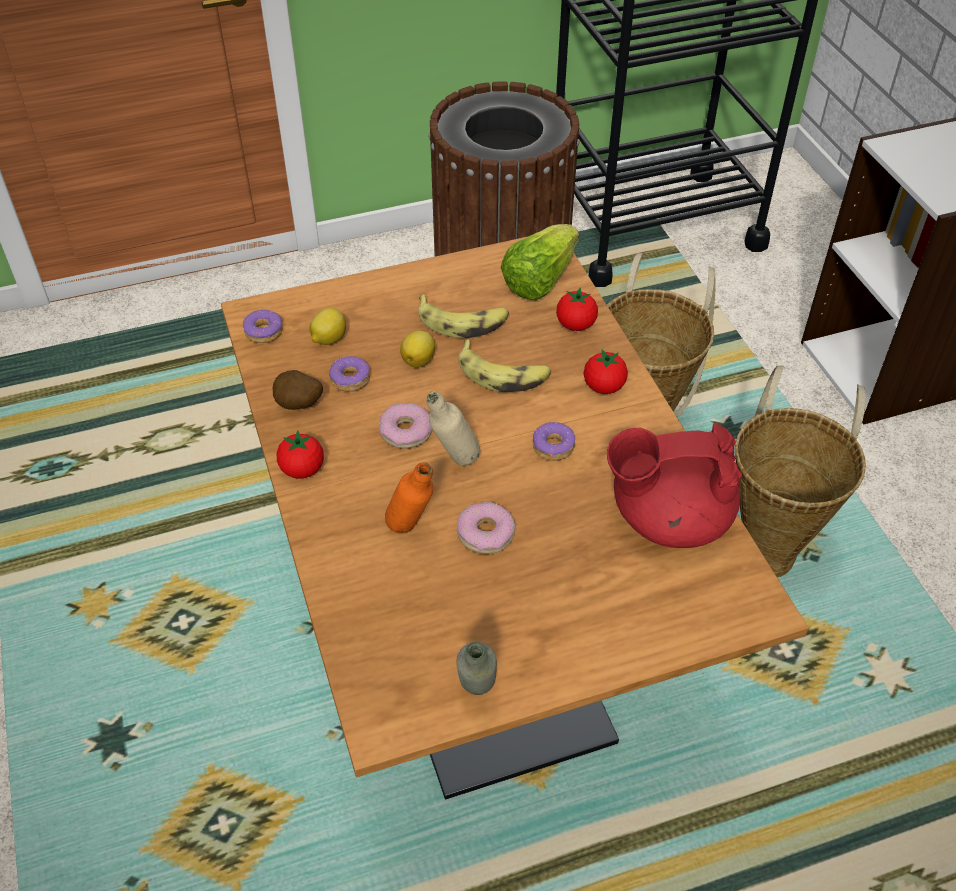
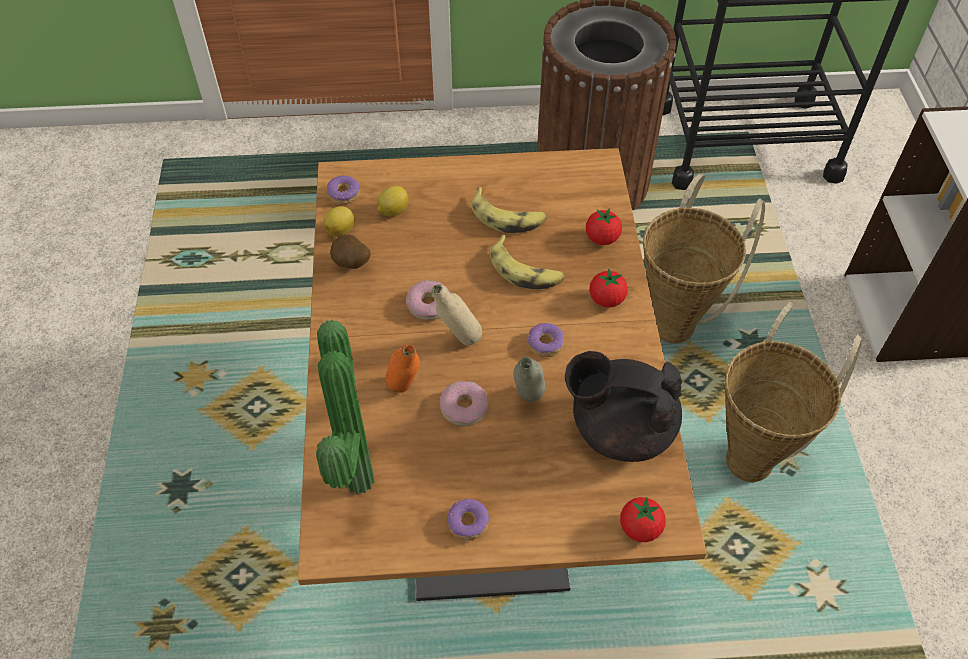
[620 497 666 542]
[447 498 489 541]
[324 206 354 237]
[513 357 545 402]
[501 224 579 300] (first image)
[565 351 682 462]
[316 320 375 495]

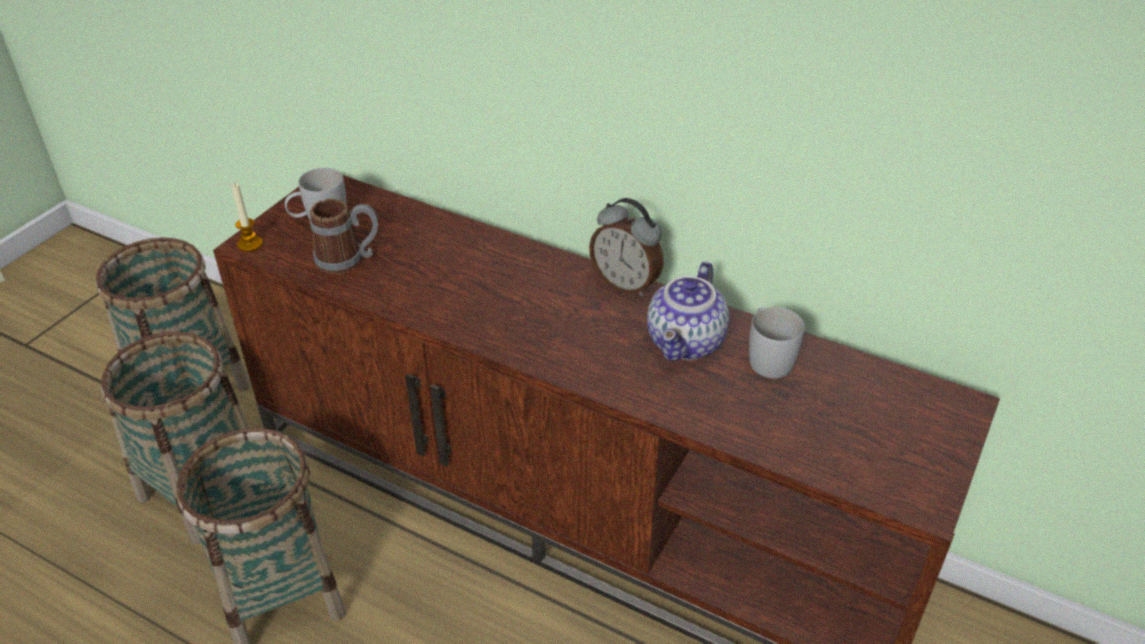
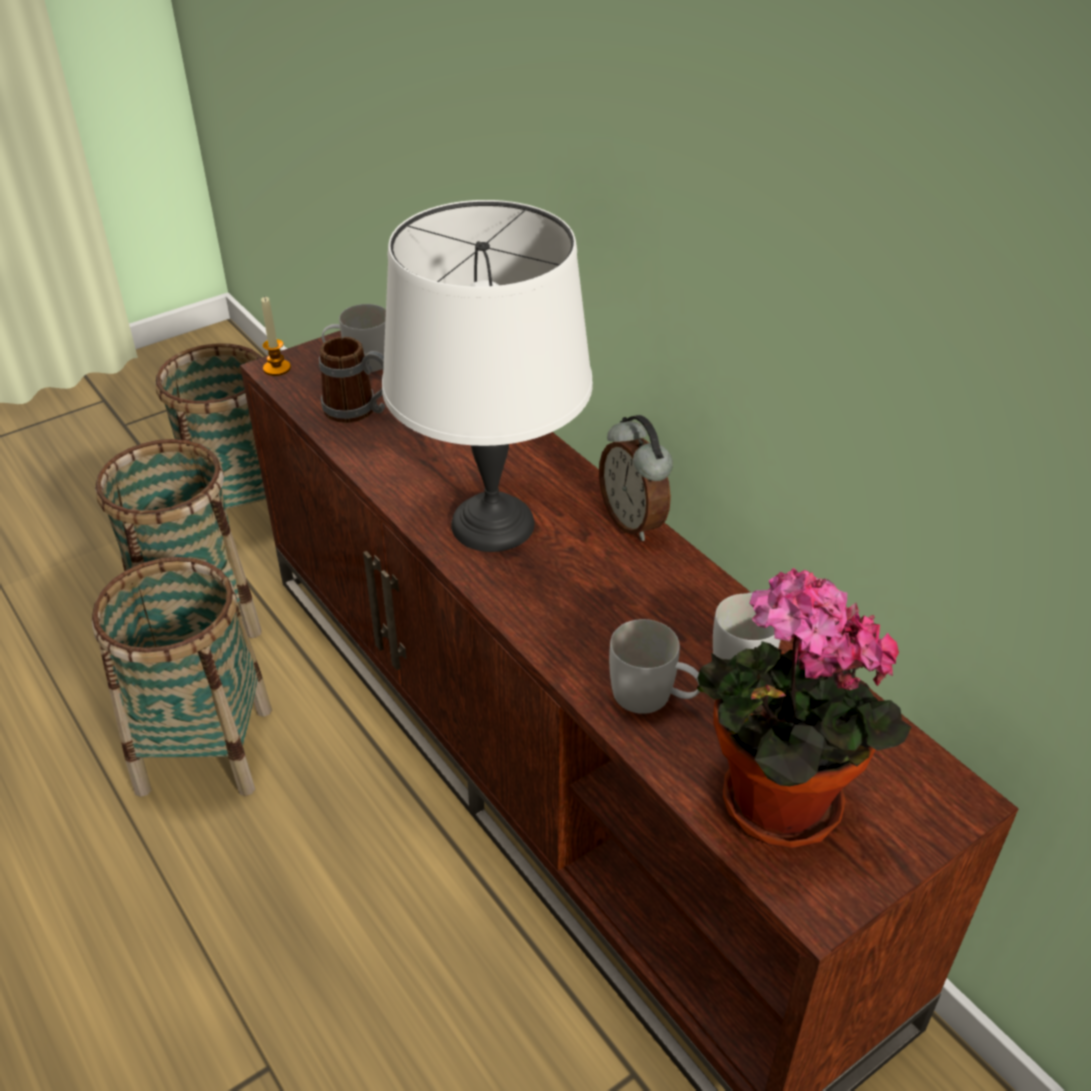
[647 261 729 361] (first image)
[382 200 593 552]
[609 619 700 714]
[697 568 912 849]

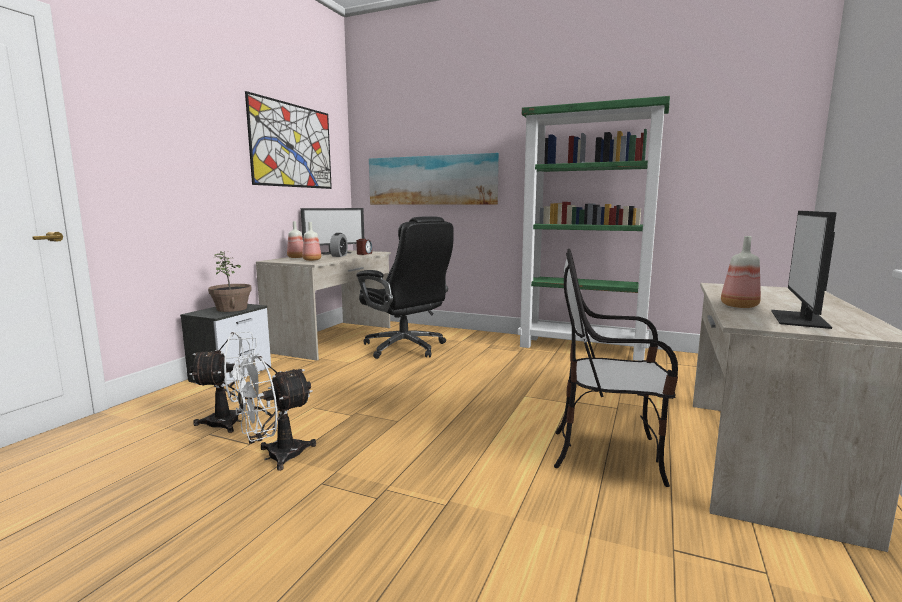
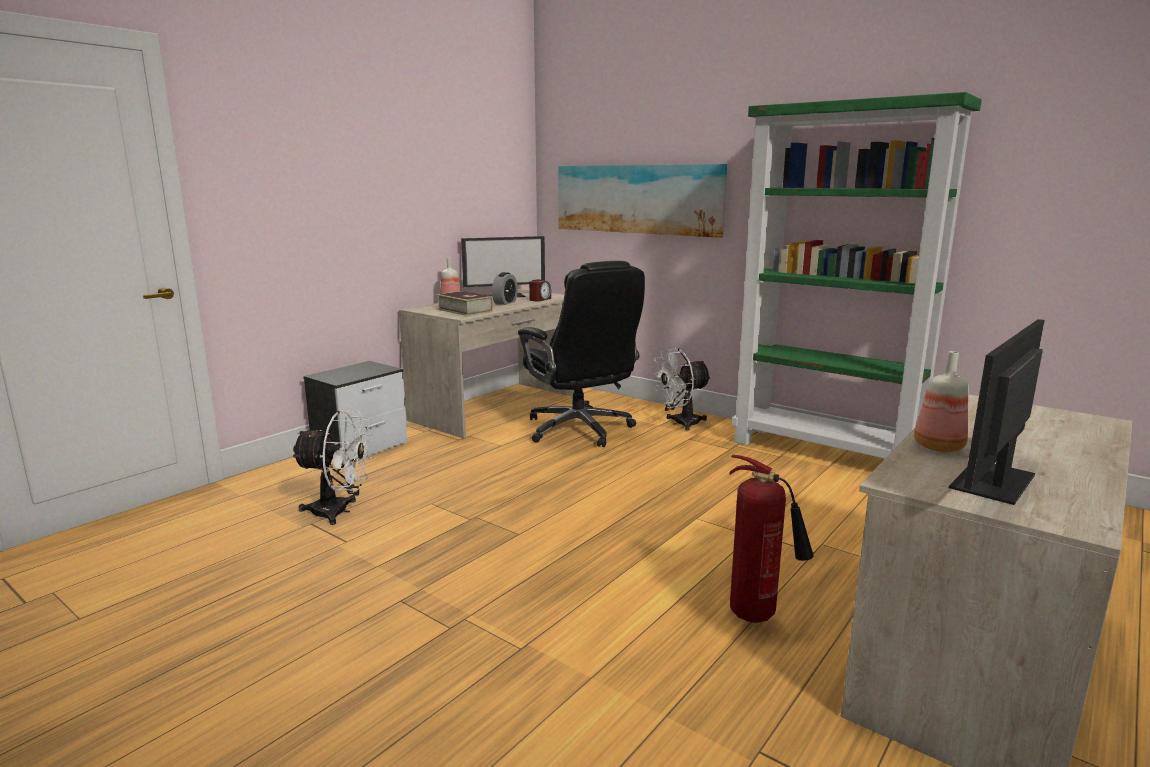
[208 251 252 312] (first image)
[652 348 712 430]
[245 91 332 189] (first image)
[436 291 493 316]
[729 455 814 623]

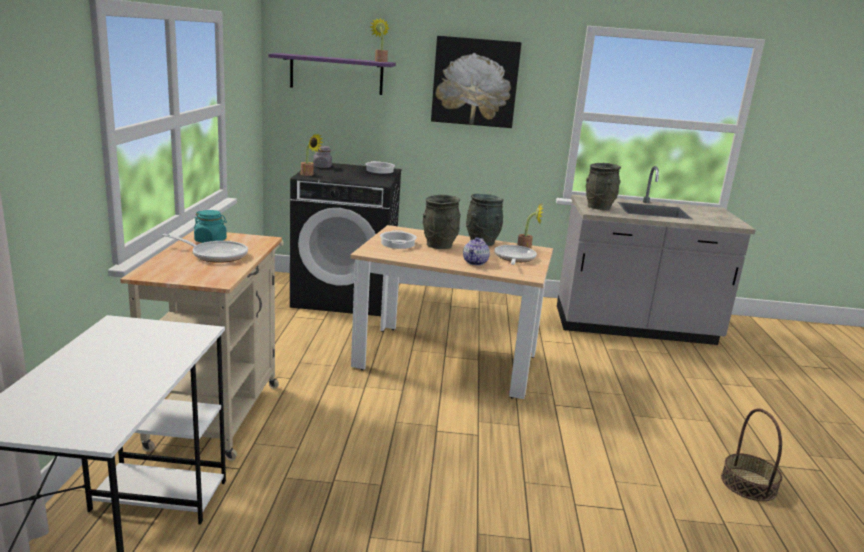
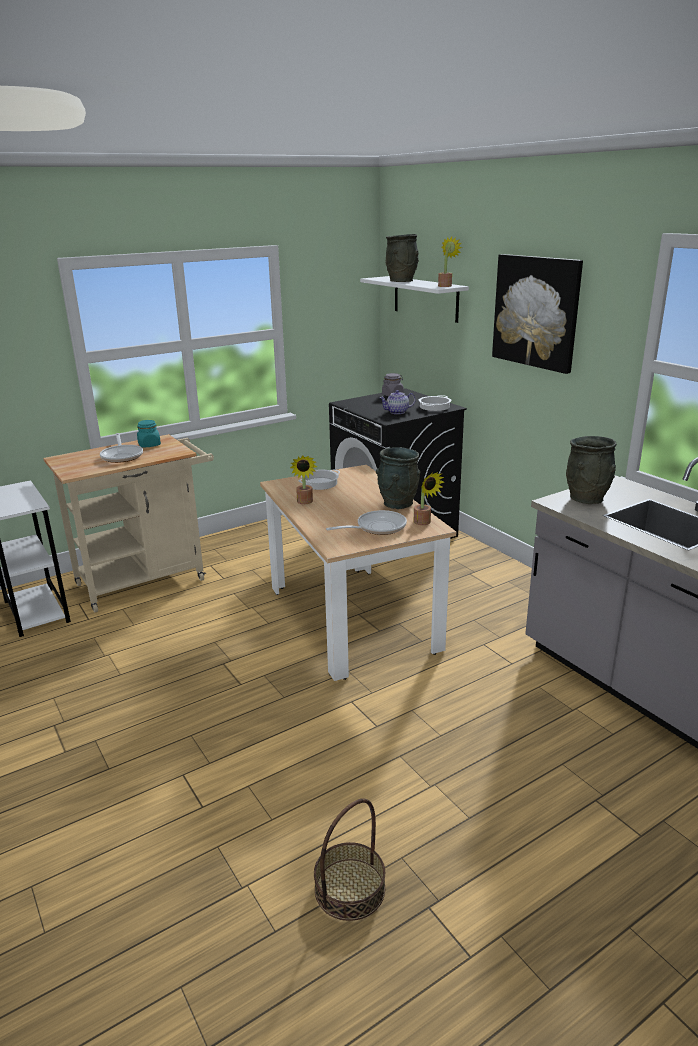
[360 276 469 323]
[290 455 317 504]
[385 234 419 282]
[380 390 416 414]

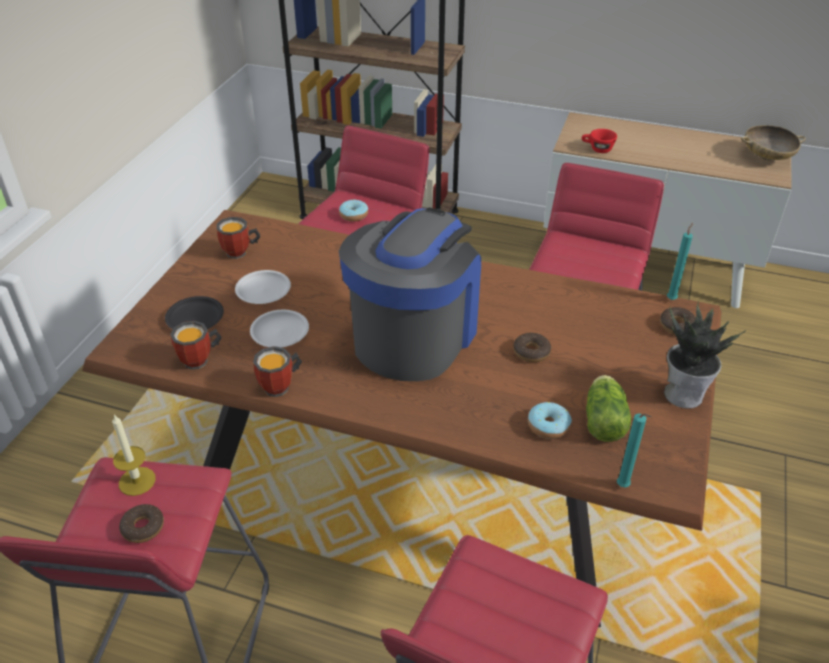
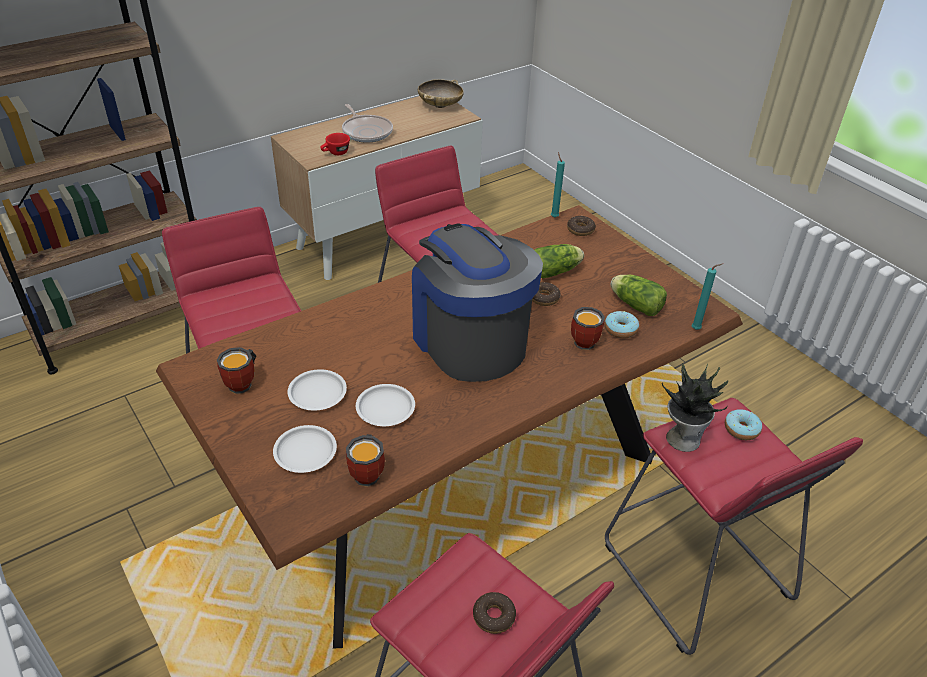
[112 414 156 496] (first image)
[273 425 337 473]
[571 307 605 350]
[725 409 762 440]
[662 363 728 452]
[342 104 393 143]
[535 244 584 278]

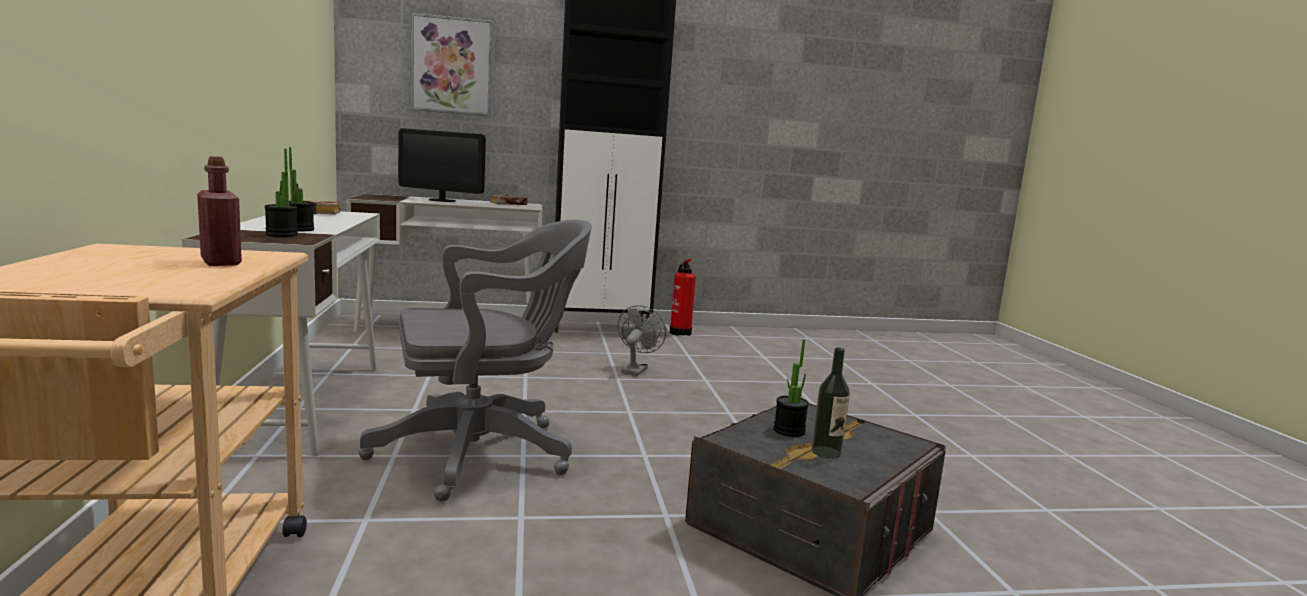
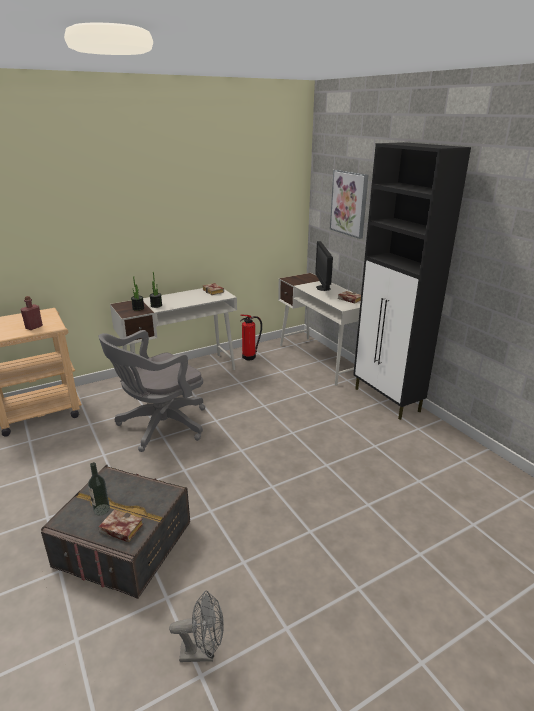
[99 330 205 452]
[169 590 224 662]
[240 315 262 360]
[773 339 809 437] (first image)
[99 510 143 542]

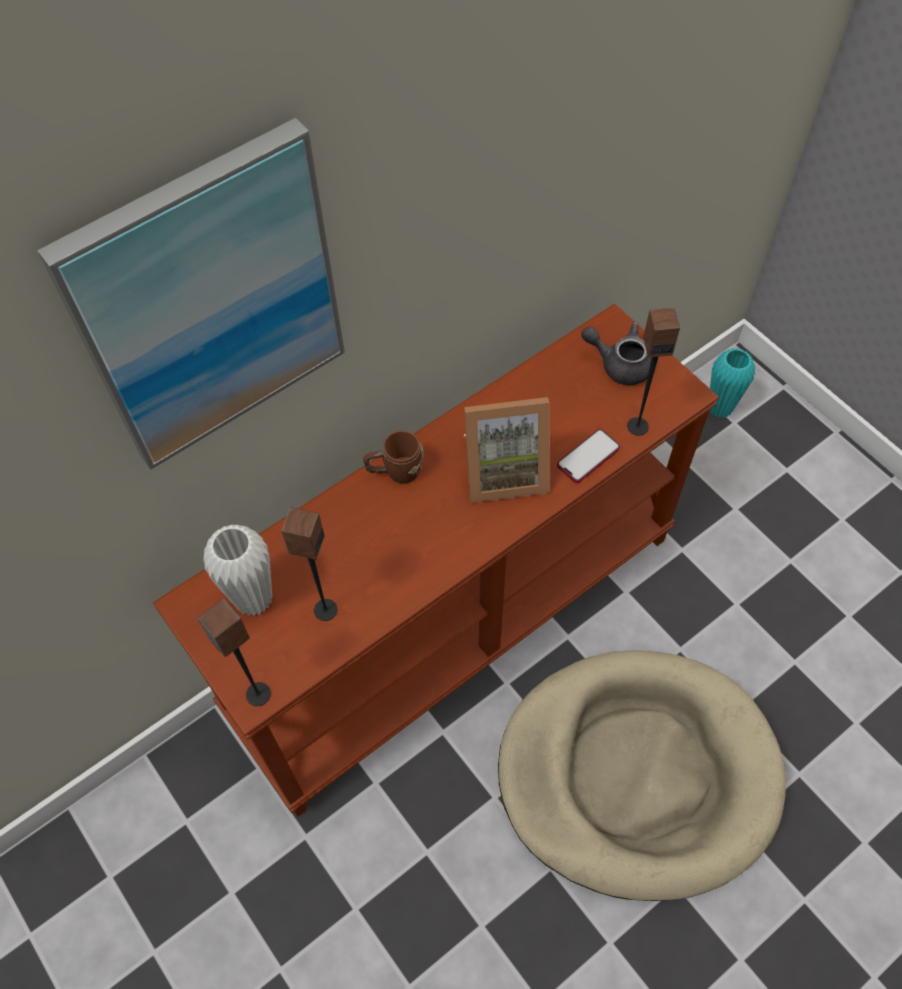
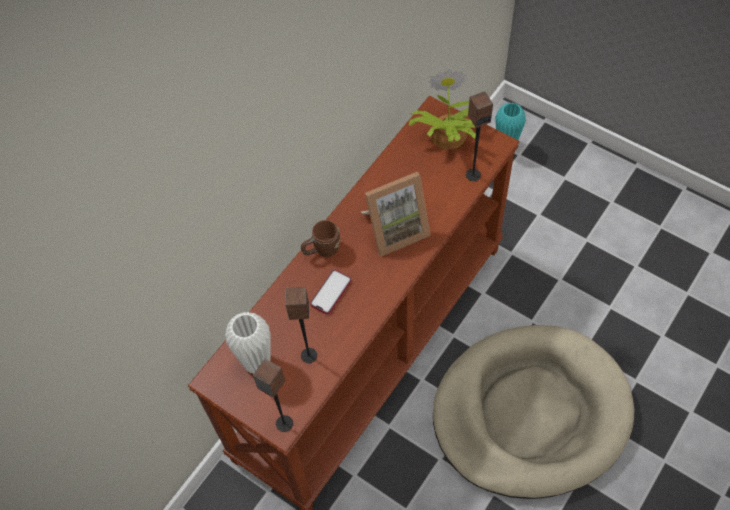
[37 118 345 470] (first image)
[310 270 351 314]
[409 69 476 149]

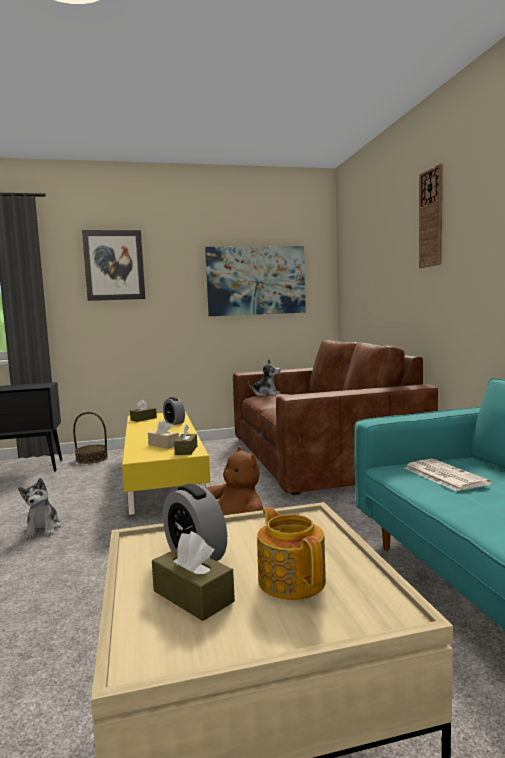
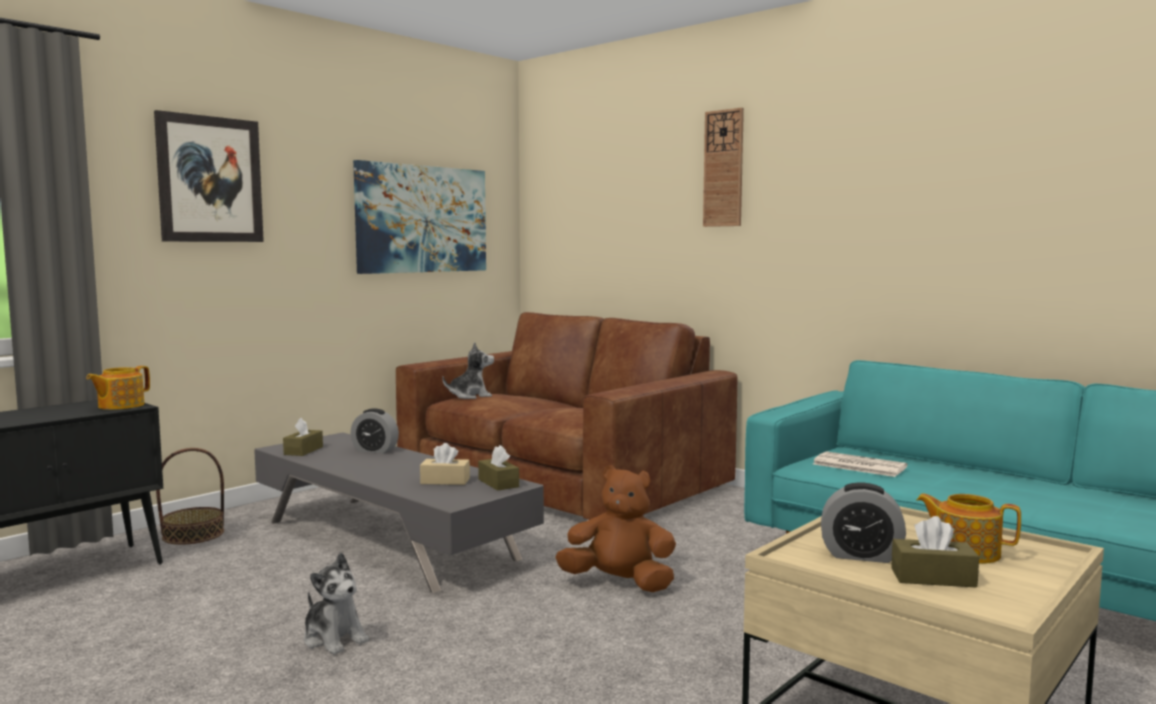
[254 432 544 593]
[86 366 150 410]

